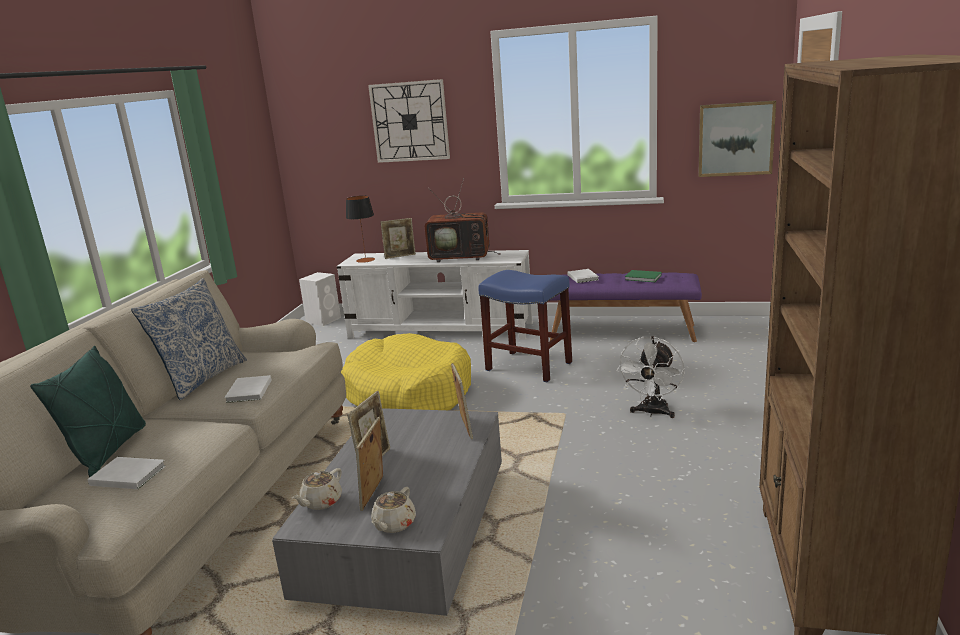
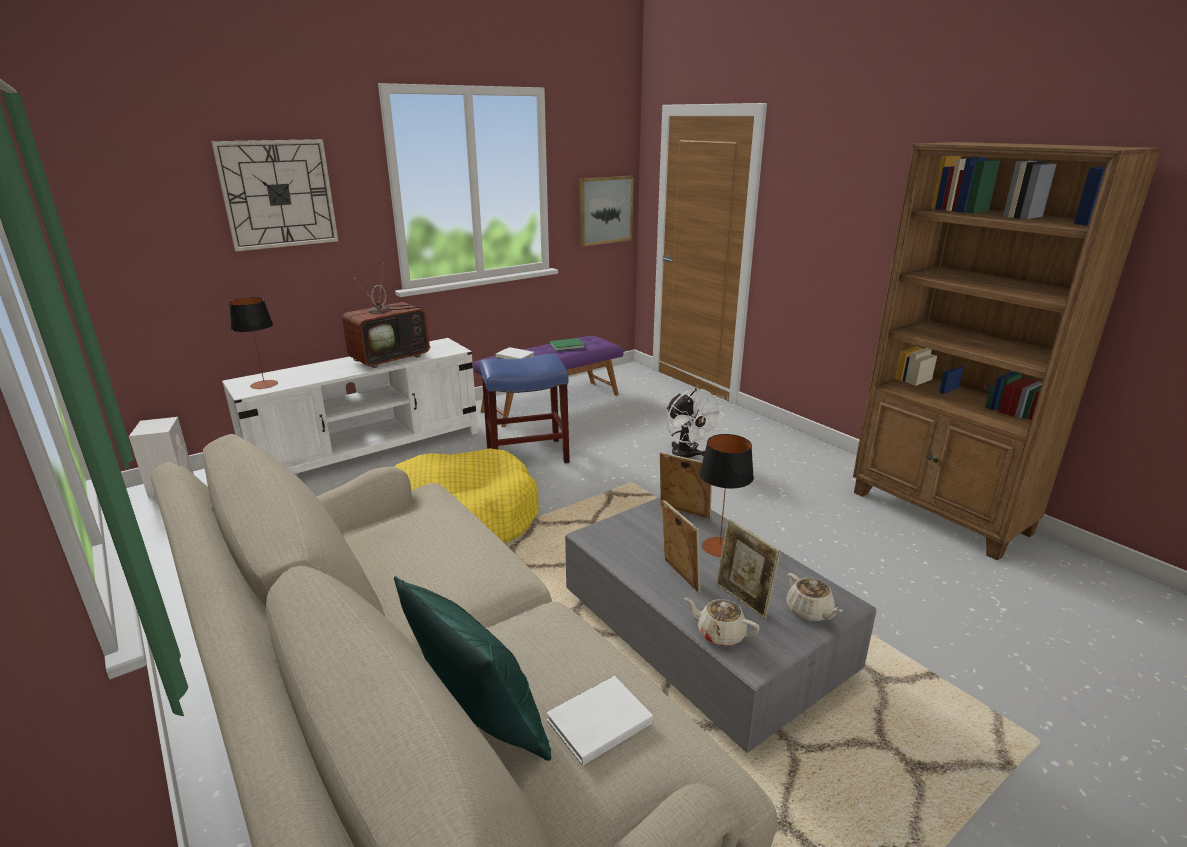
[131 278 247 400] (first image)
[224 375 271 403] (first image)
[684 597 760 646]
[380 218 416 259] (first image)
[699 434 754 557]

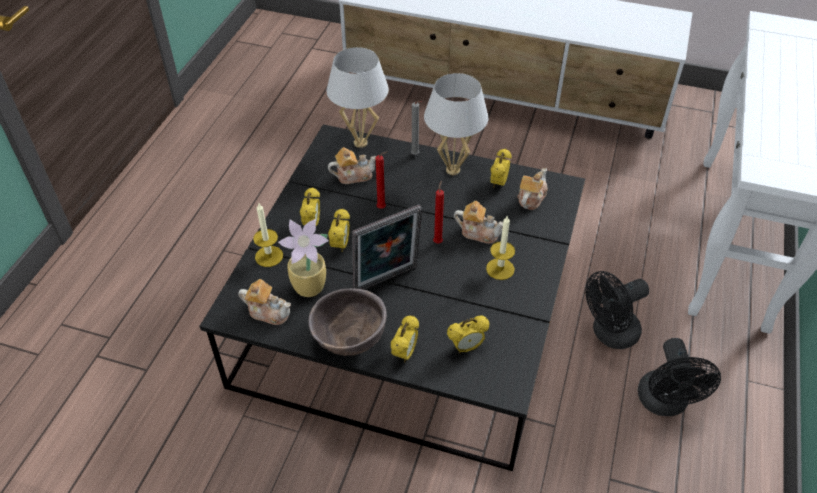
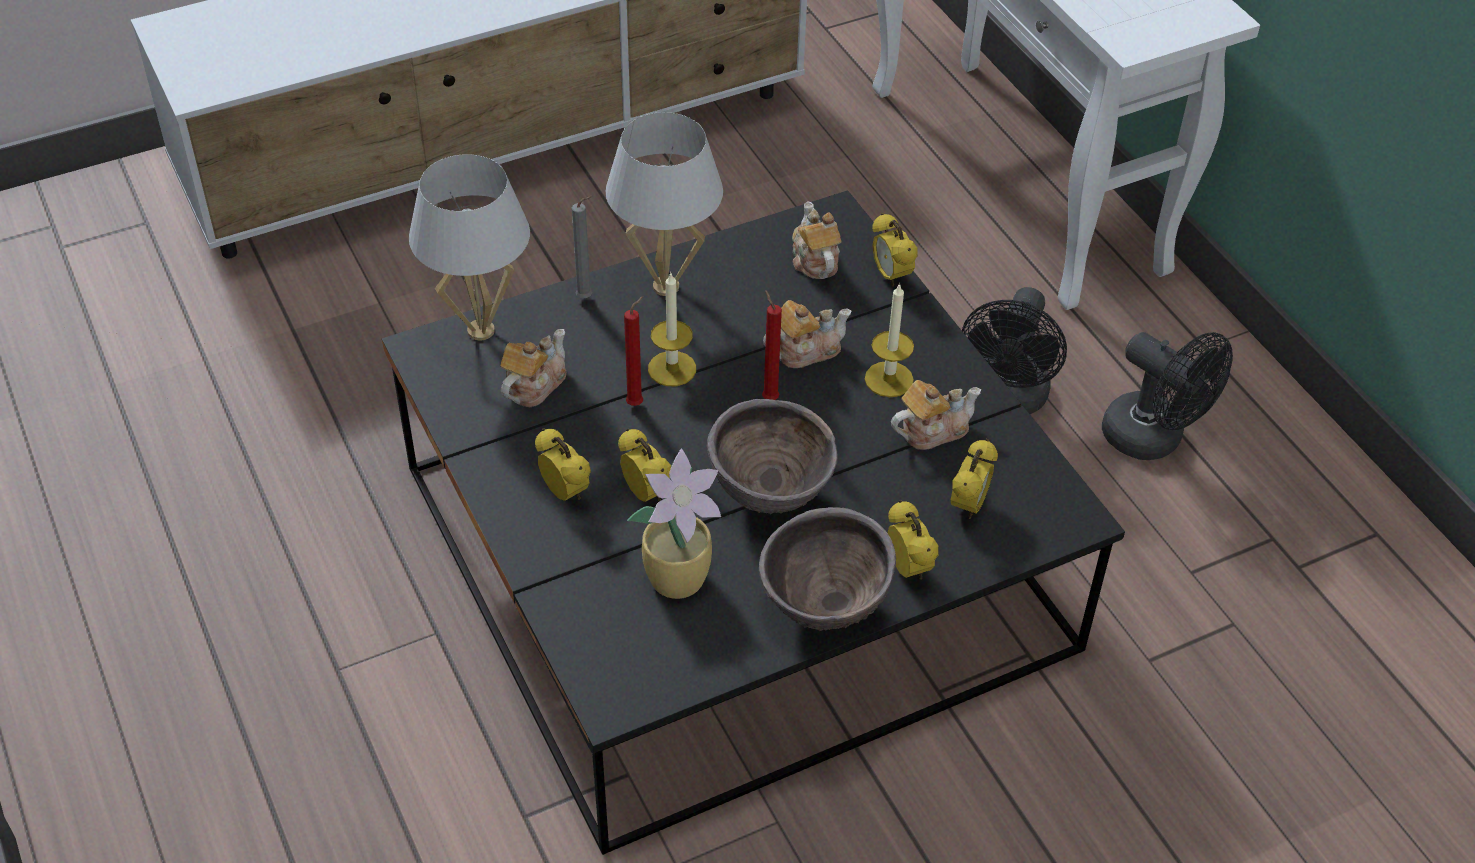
[891 380 981 450]
[648 272 696 386]
[707 399 838 514]
[872 213 918 286]

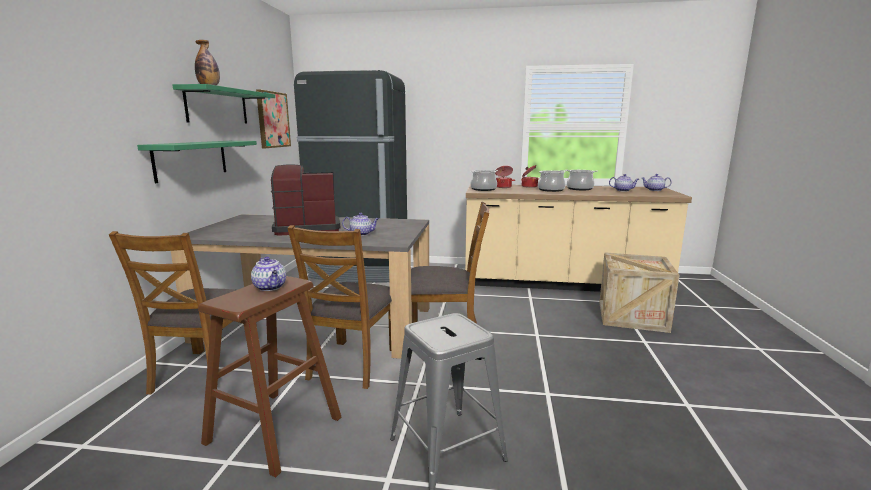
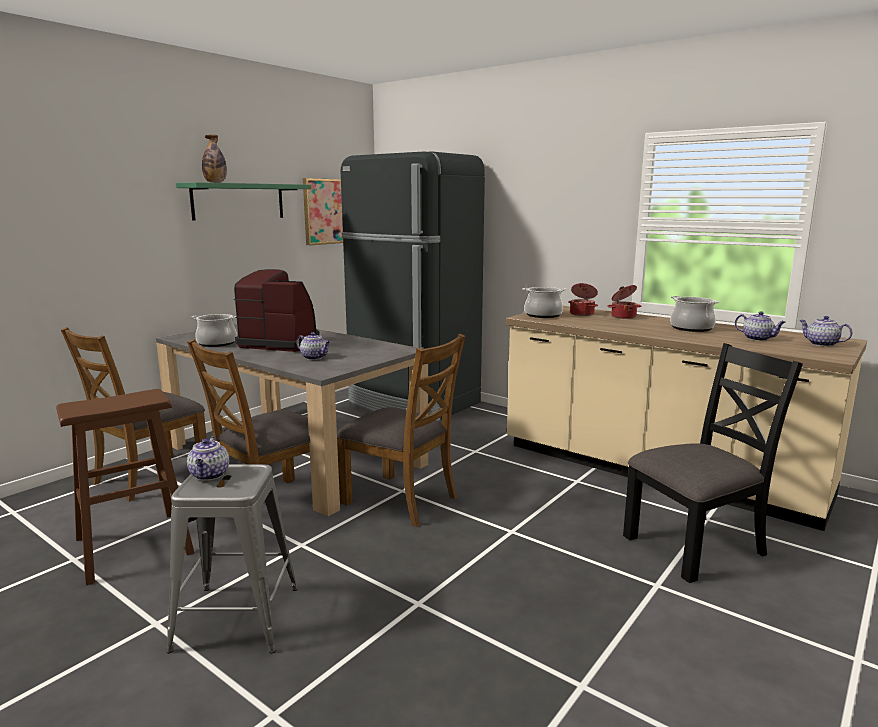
[137 141 257 183] (first image)
[187 436 229 480]
[192 314 237 347]
[623 343 803 583]

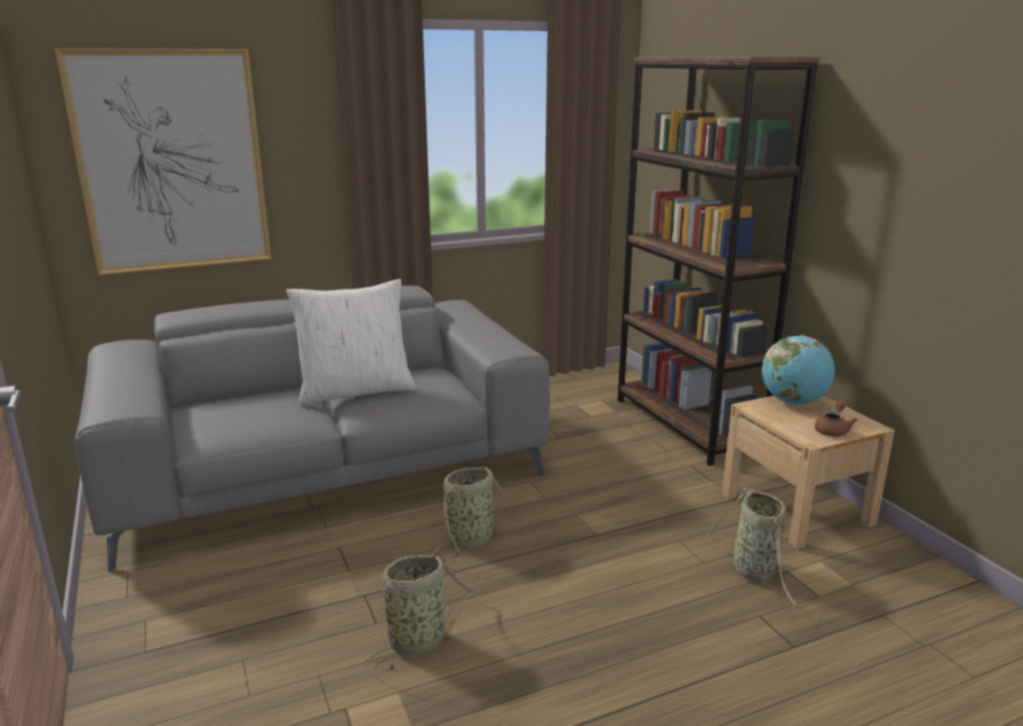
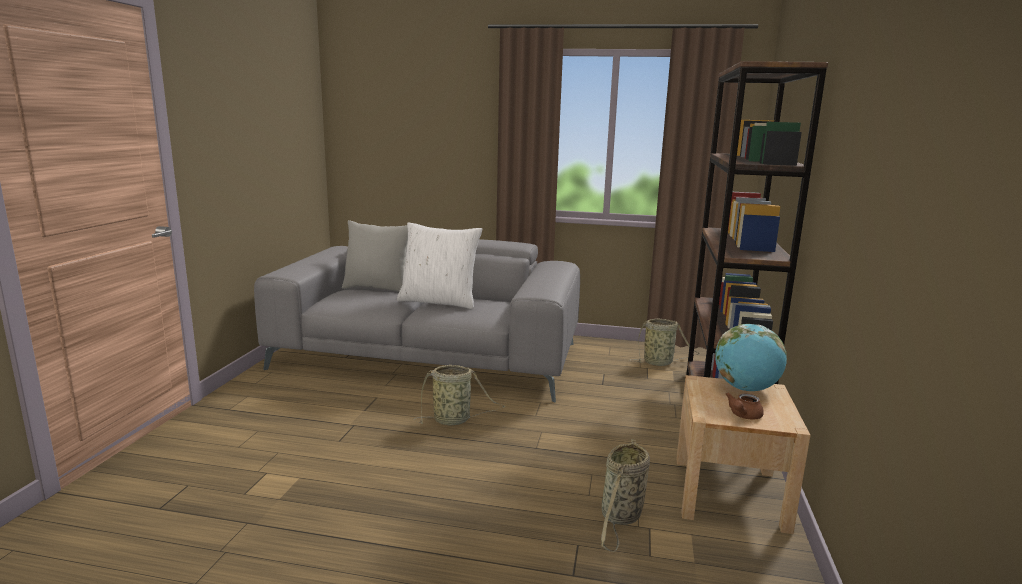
[55 48 271 275] (first image)
[630 318 700 366]
[726 392 764 420]
[342 220 408 292]

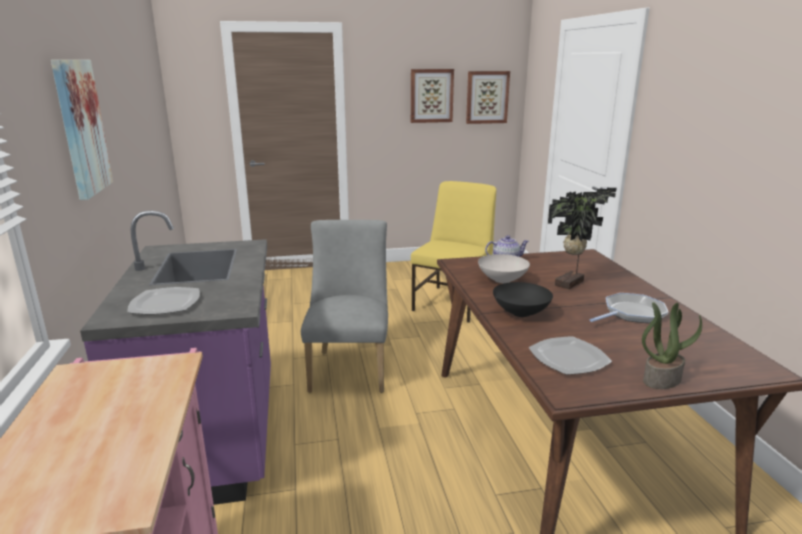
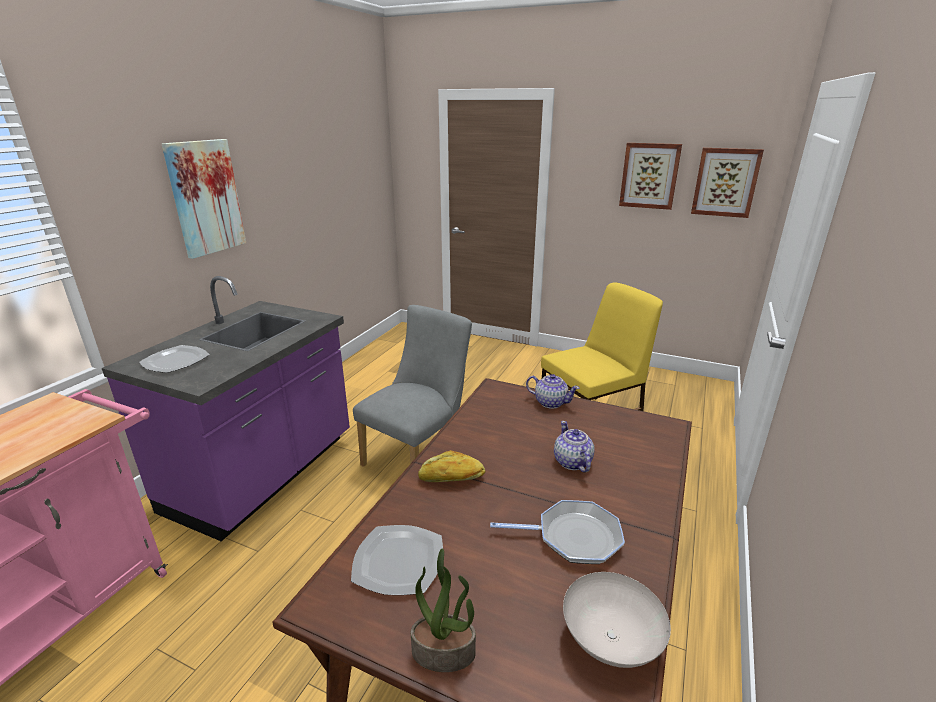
[563 572 671 668]
[418 450 485 482]
[554 421 595 473]

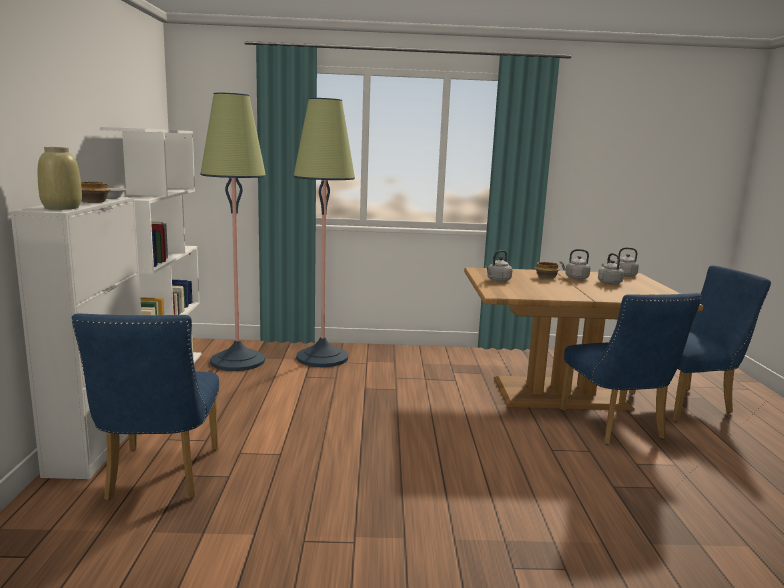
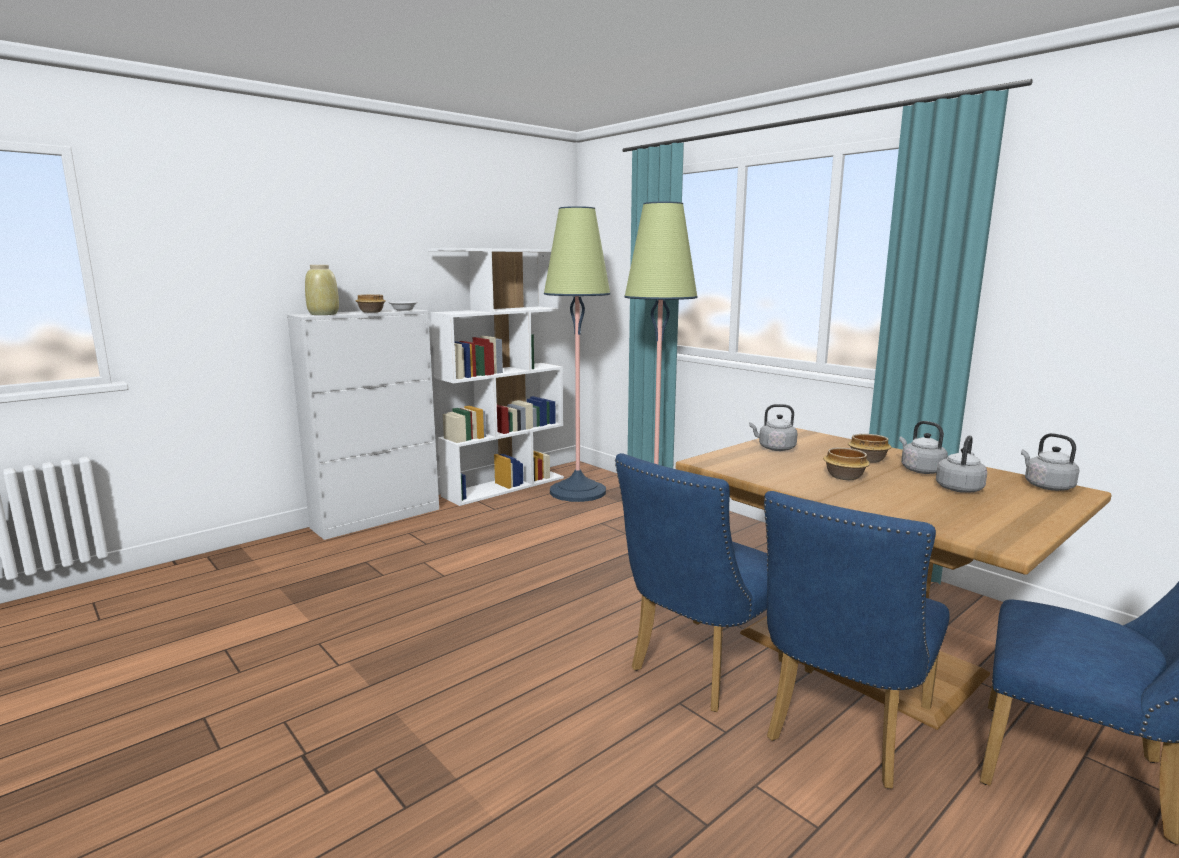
[615 453 783 712]
[823 447 870 480]

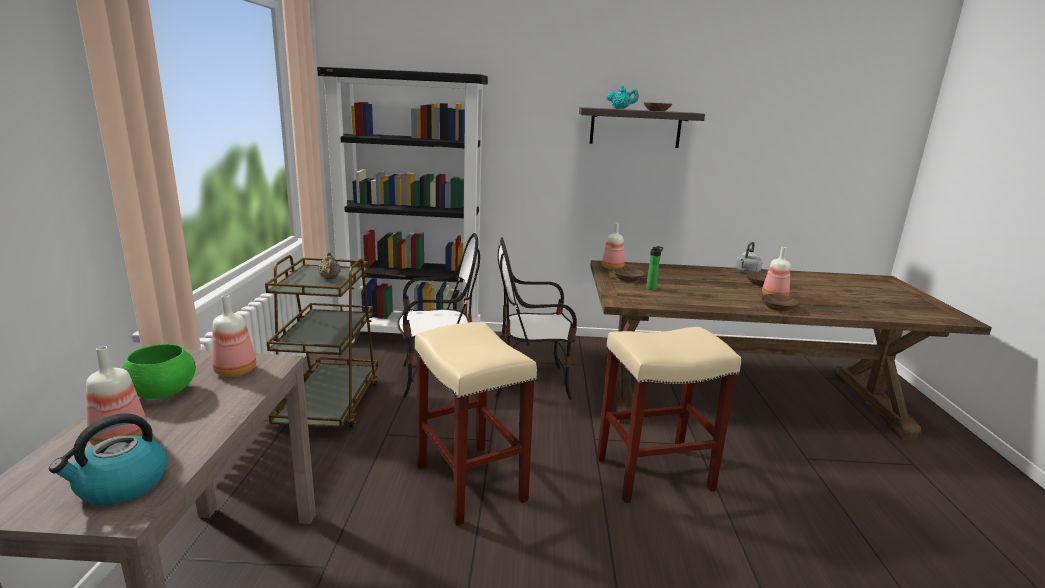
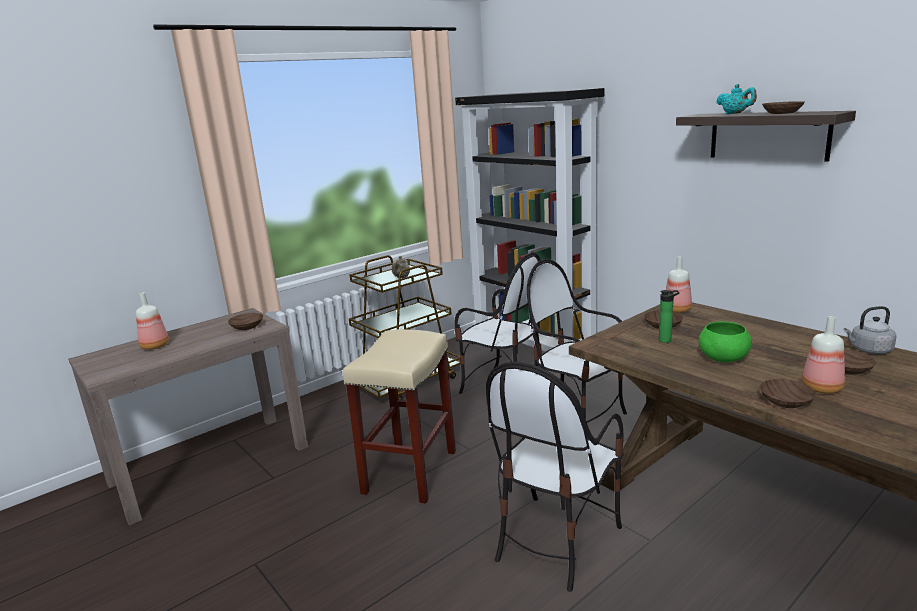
[49 413 167 505] (first image)
[699 322 752 362]
[228 313 263 330]
[486 362 624 592]

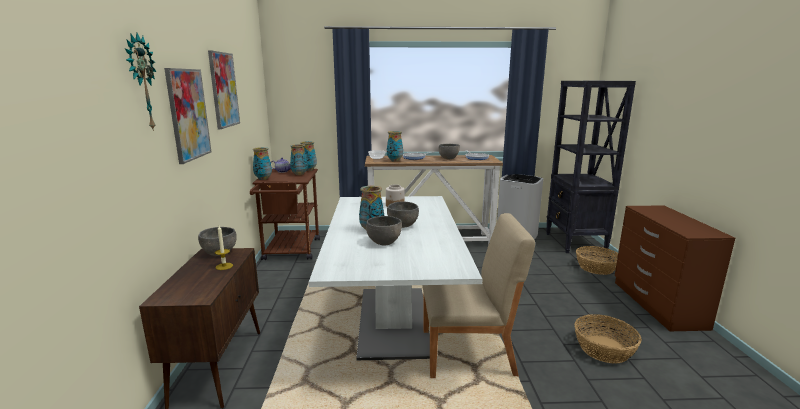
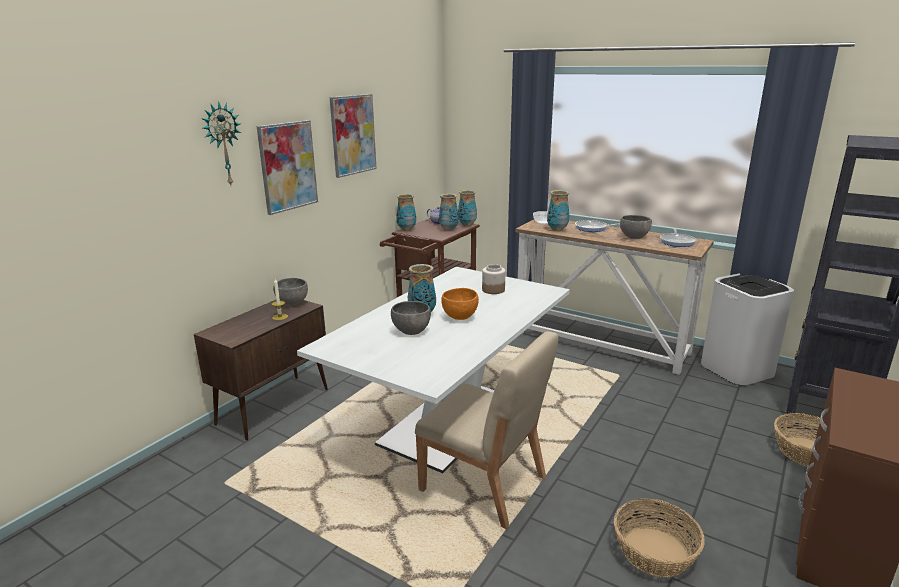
[441 288 479 320]

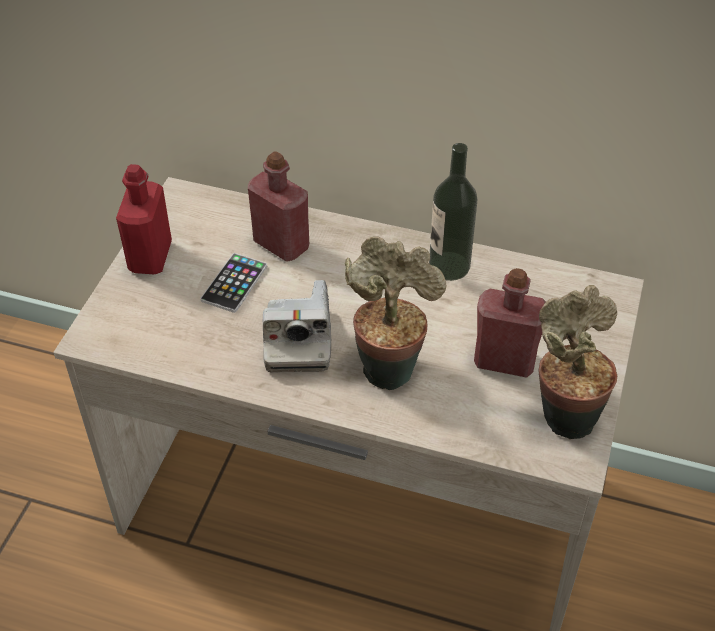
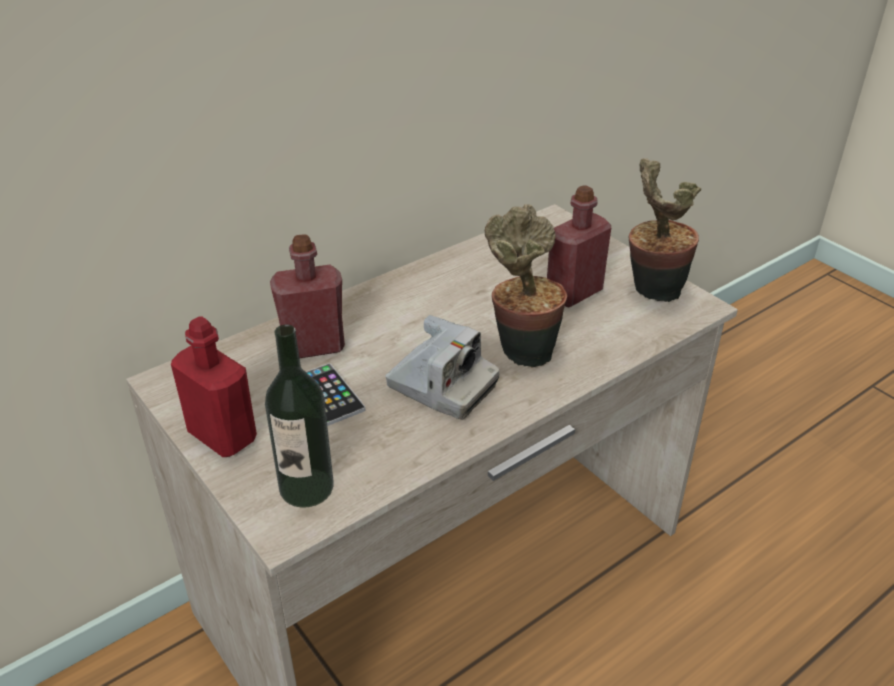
[265 325 334 508]

